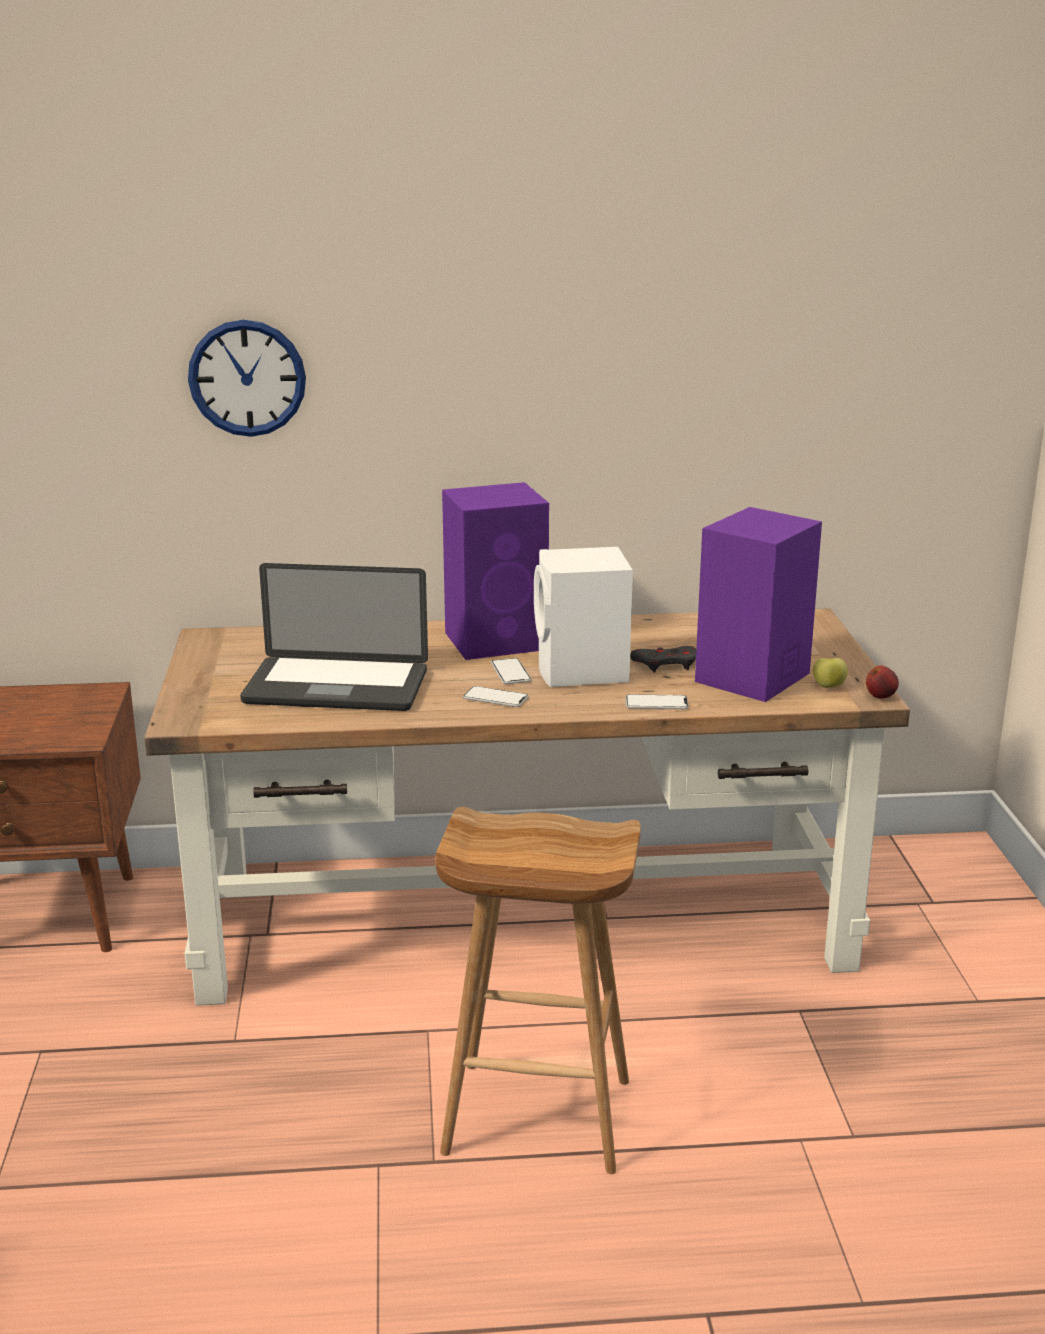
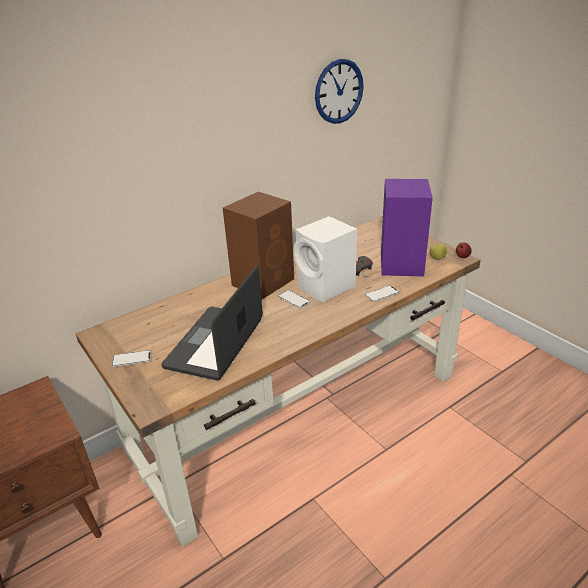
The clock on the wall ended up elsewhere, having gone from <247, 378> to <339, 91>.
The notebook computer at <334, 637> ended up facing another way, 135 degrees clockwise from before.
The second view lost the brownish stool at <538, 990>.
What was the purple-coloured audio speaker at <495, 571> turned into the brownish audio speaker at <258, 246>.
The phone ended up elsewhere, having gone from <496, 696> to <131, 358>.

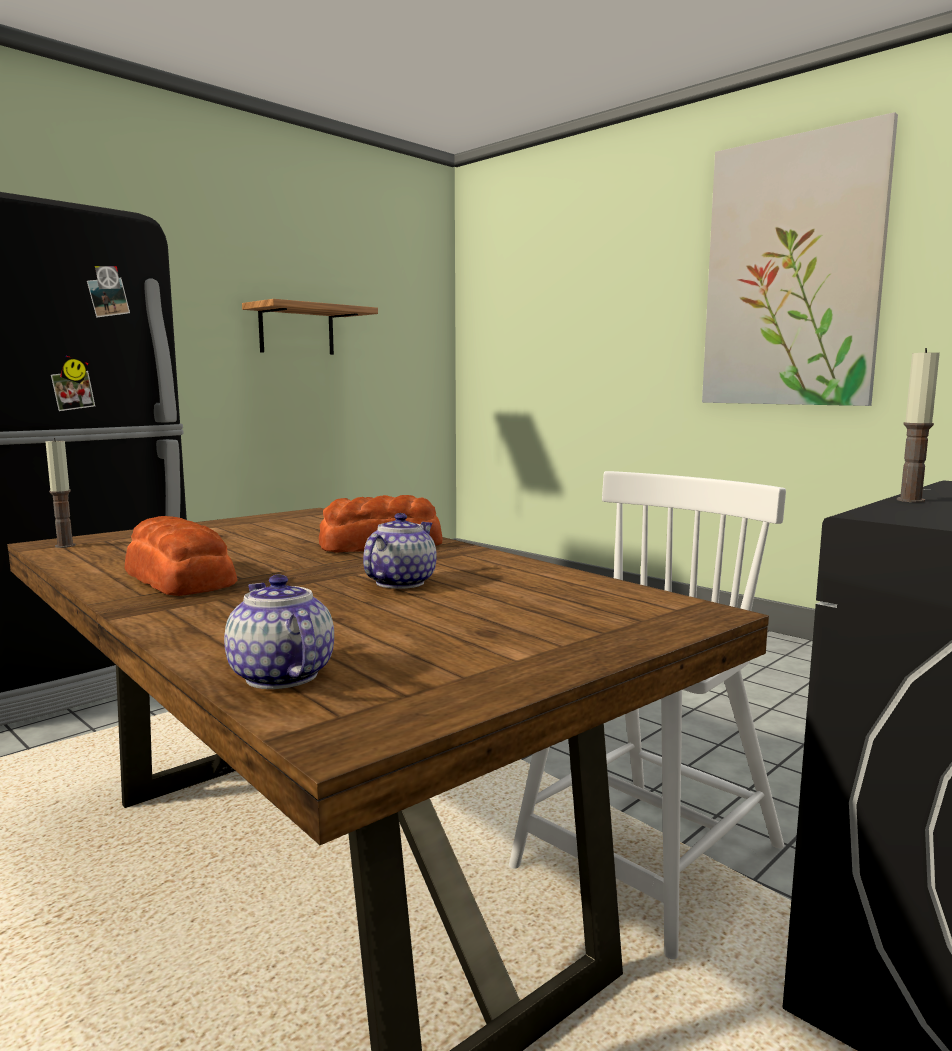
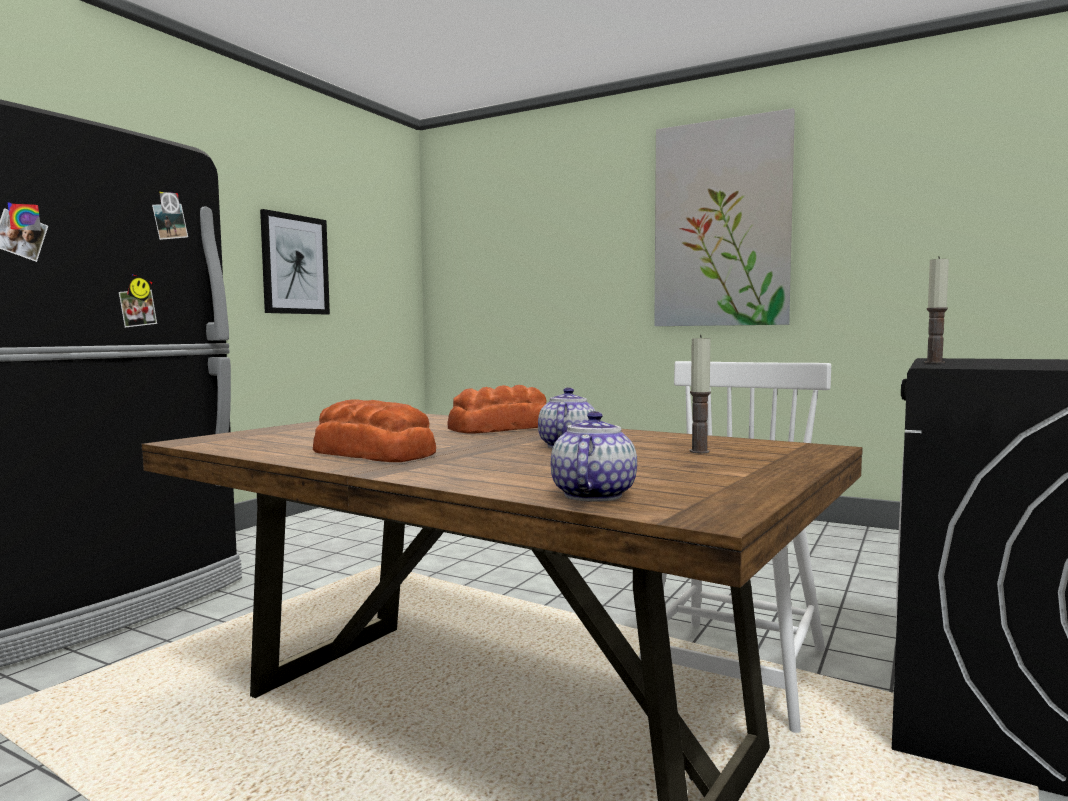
The wax candle ended up elsewhere, having gone from <60, 493> to <700, 394>.
The tea pot at <279, 631> ended up facing another way, 60 degrees clockwise from before.
Where the bracket shelf hung at <310, 327>, the wall picture came to hang at <295, 261>.

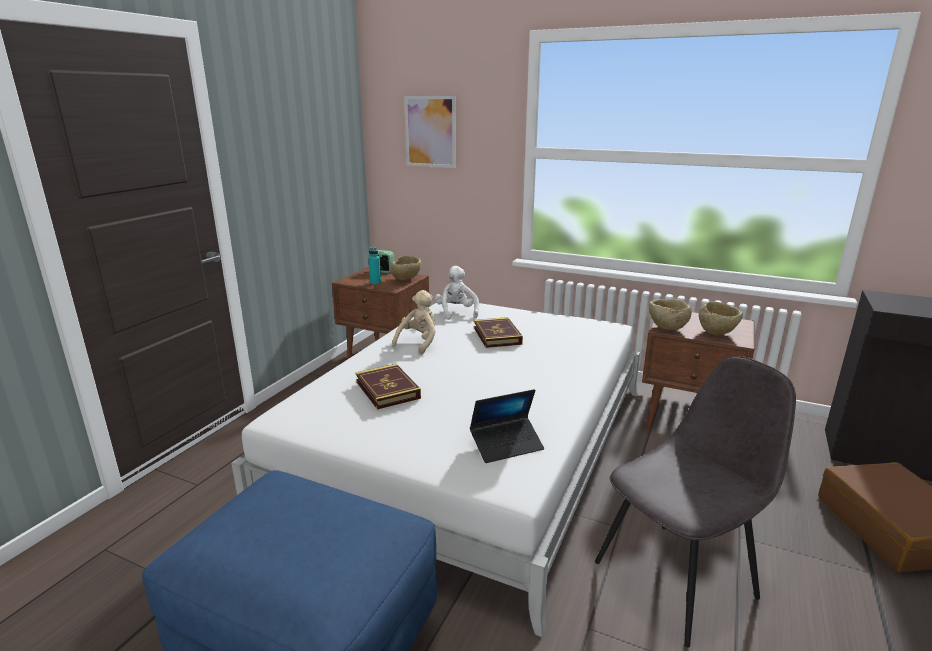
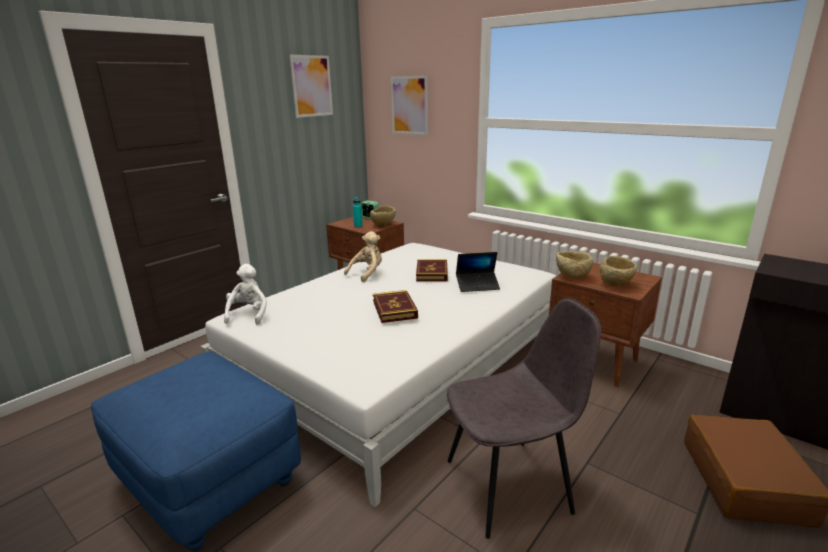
The volume ended up elsewhere, having gone from <388, 387> to <395, 306>.
The whitish plush toy ended up elsewhere, having gone from <457, 293> to <245, 294>.
The notebook computer ended up elsewhere, having gone from <507, 426> to <478, 272>.
The second view gained the wall picture at <311, 86>.

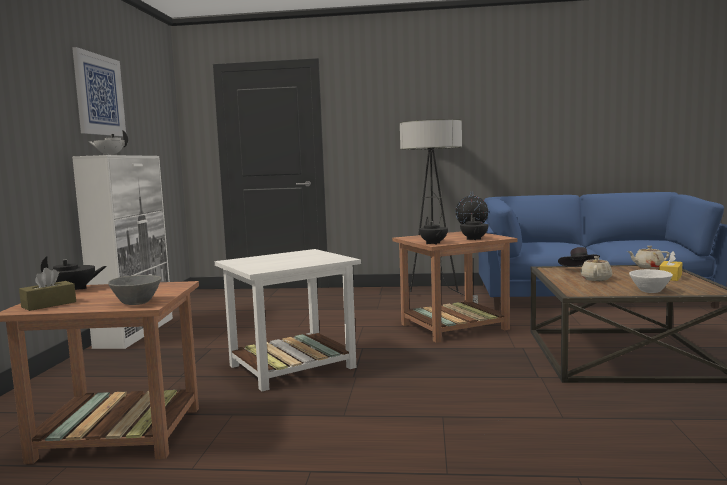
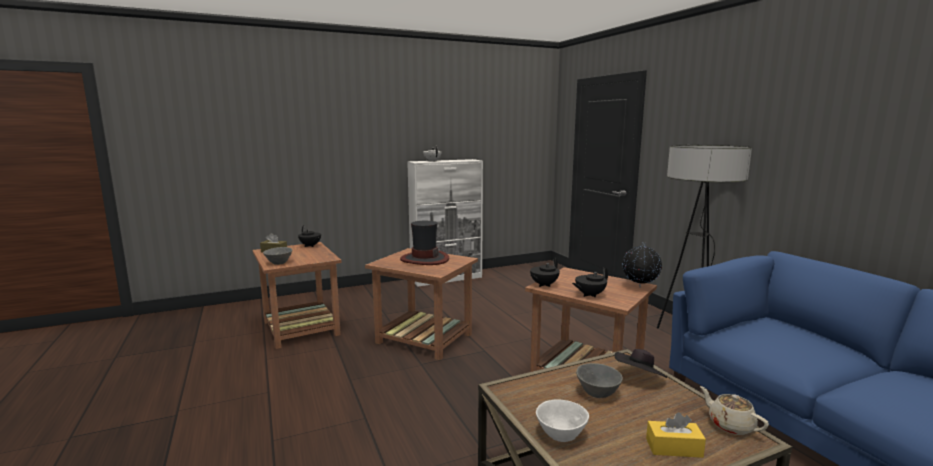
The second view lost the wall picture at <99, 92>.
What was the whitish end table at <288, 320> turned into the brownish end table at <421, 304>.
Where the sand-coloured tea pot stood at <596, 268>, the greyish deep dish came to stand at <599, 380>.
The second view gained the clothing hat at <424, 243>.

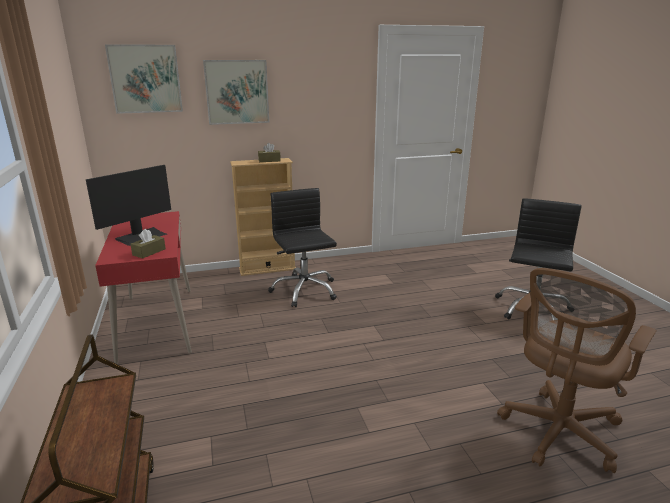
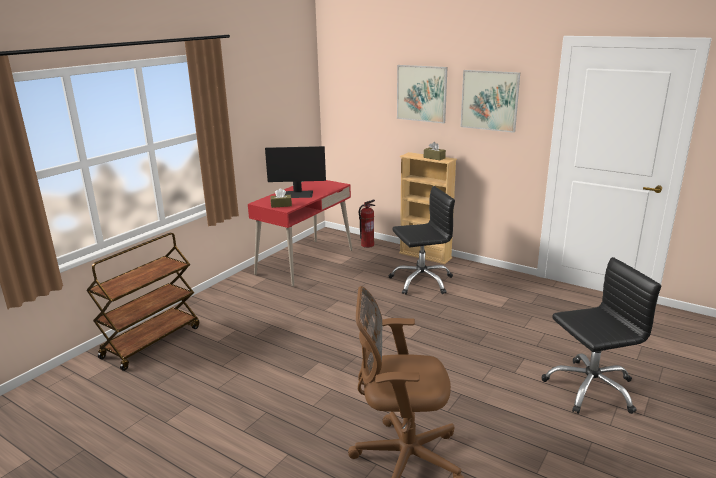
The wall picture ended up elsewhere, having gone from <144, 79> to <490, 101>.
The black-coloured computer chair at <302, 247> ended up facing another way, 45 degrees clockwise from before.
The second view gained the fire extinguisher at <367, 223>.

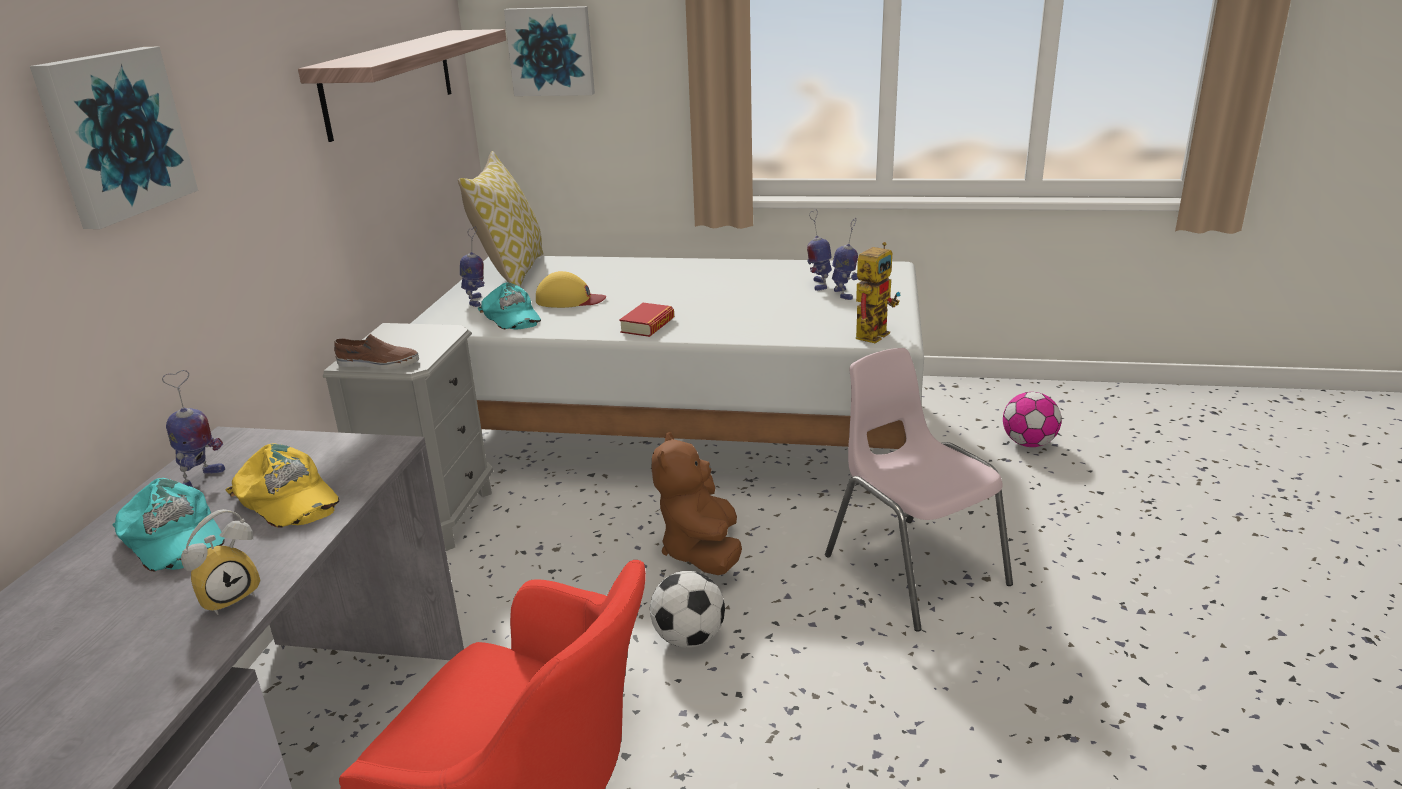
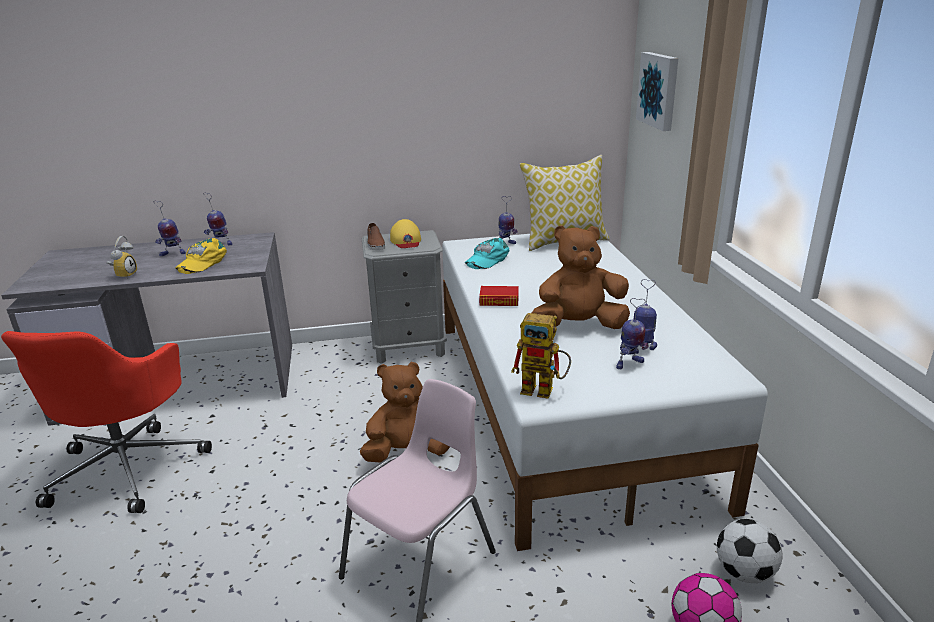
The second view lost the wall picture at <114, 138>.
Where the turquoise cap stood at <168, 524>, the model robot came to stand at <170, 228>.
The alarm clock at <221, 562> ended up facing another way, 105 degrees counterclockwise from before.
The second view lost the bracket shelf at <402, 85>.
The yellow cap ended up elsewhere, having gone from <571, 289> to <405, 233>.
The ball for football ended up elsewhere, having gone from <687, 609> to <749, 551>.
The second view gained the brownish plush toy at <581, 277>.

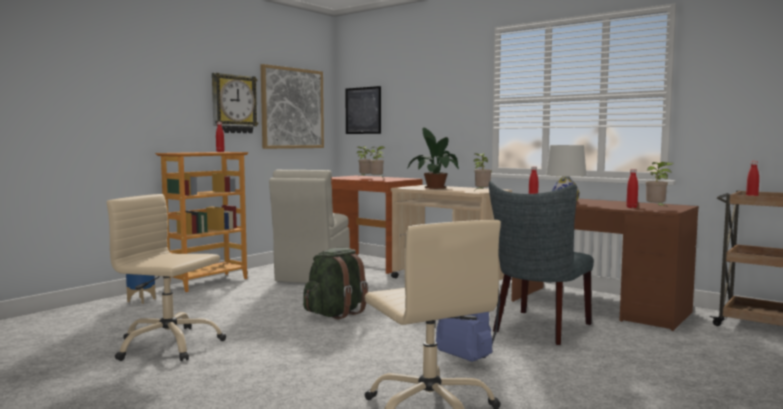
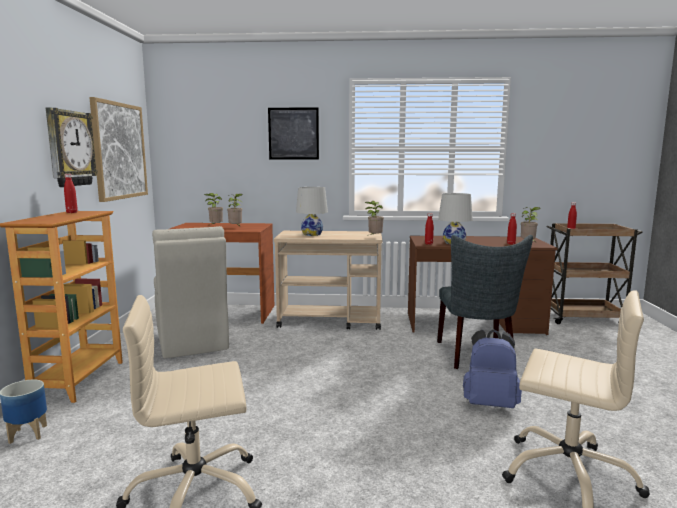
The second view lost the green rucksack at <335, 283>.
The wall picture ended up elsewhere, having gone from <363, 110> to <293, 133>.
Where the plant in a pot stood at <433, 158>, the whitish tabletop lamp came to stand at <312, 211>.

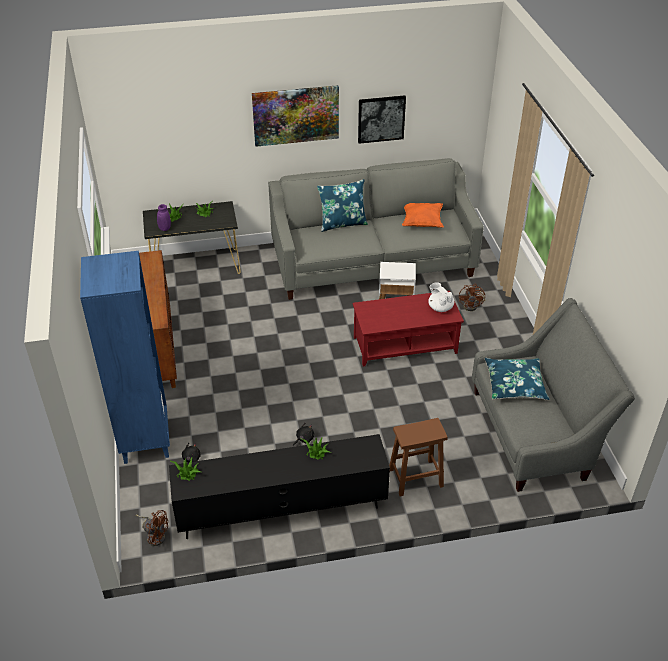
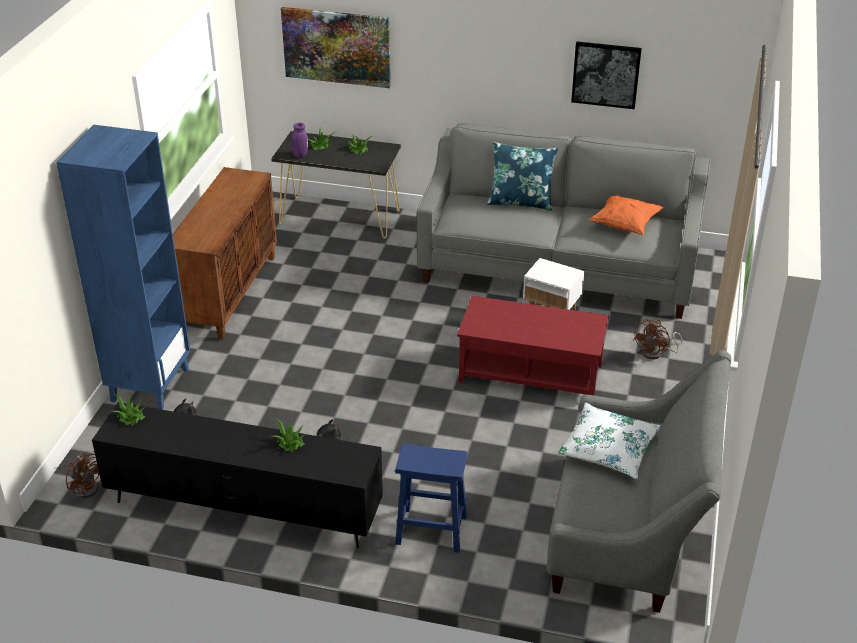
The wall picture ended up elsewhere, having gone from <295, 116> to <336, 47>.
What was the brownish stool at <418, 457> turned into the blue-coloured stool at <431, 498>.
The second view lost the whitish tea pot at <441, 297>.
What was the blue-coloured pillow at <517, 379> turned into the whitish pillow at <609, 441>.

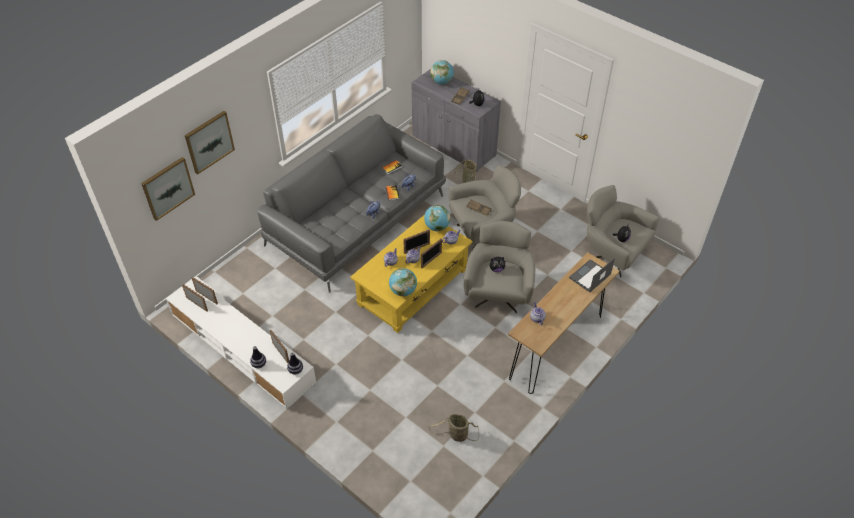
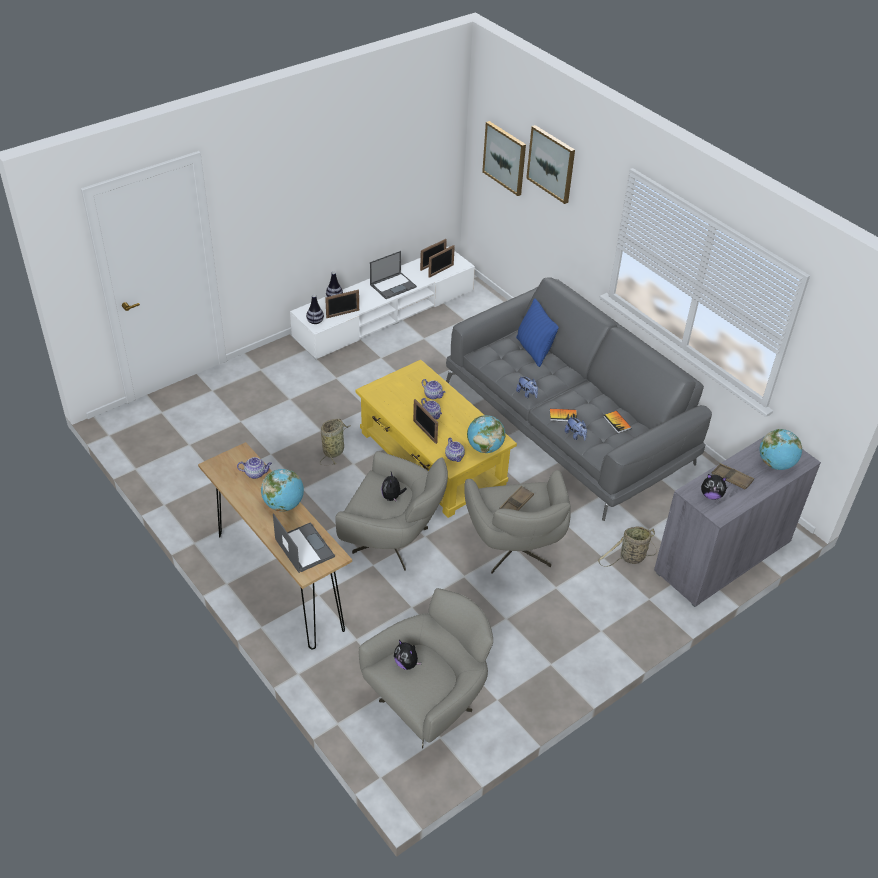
The globe ended up elsewhere, having gone from <403, 282> to <282, 490>.
The second view lost the photo frame at <416, 241>.
The basket ended up elsewhere, having gone from <454, 428> to <335, 442>.
The second view gained the notebook computer at <393, 275>.
The second view gained the blue-coloured pillow at <537, 332>.

